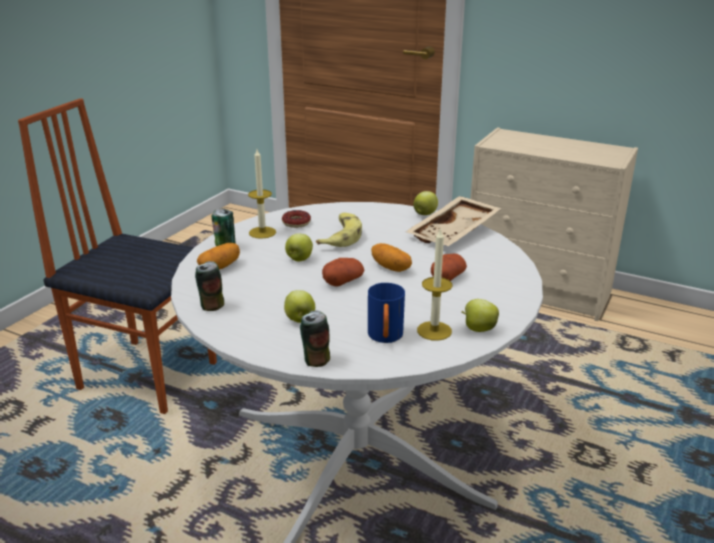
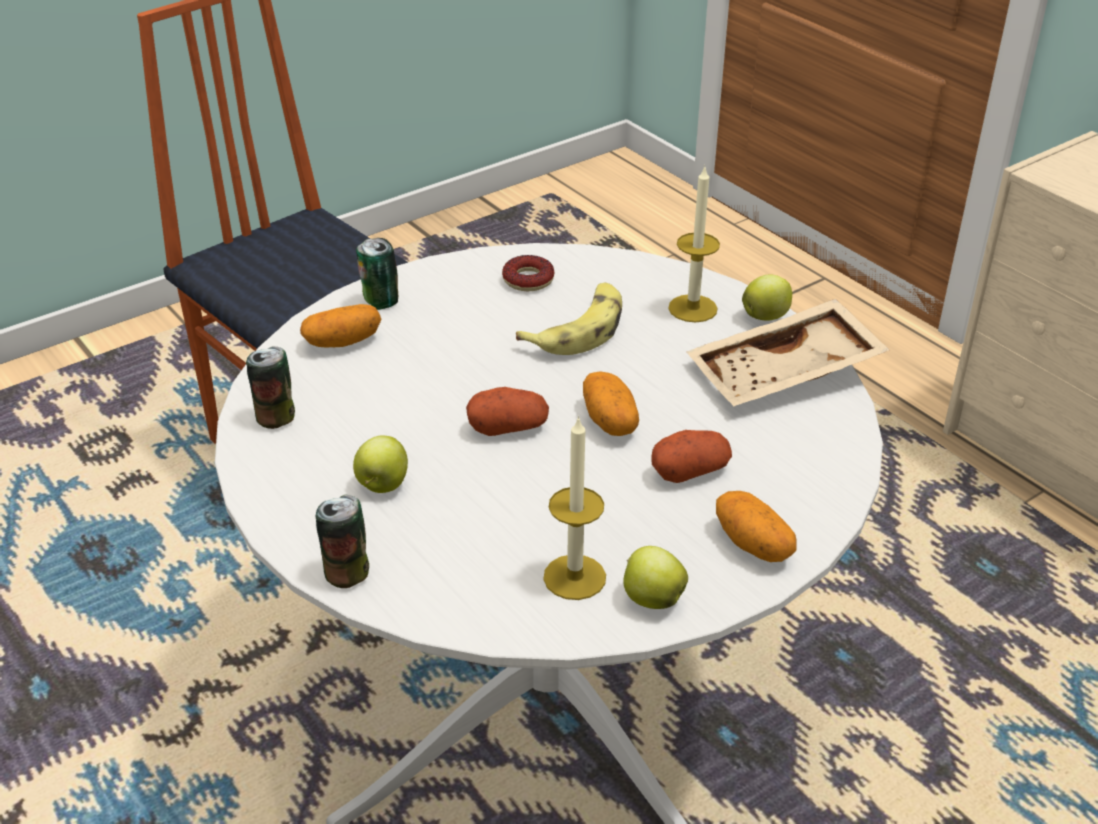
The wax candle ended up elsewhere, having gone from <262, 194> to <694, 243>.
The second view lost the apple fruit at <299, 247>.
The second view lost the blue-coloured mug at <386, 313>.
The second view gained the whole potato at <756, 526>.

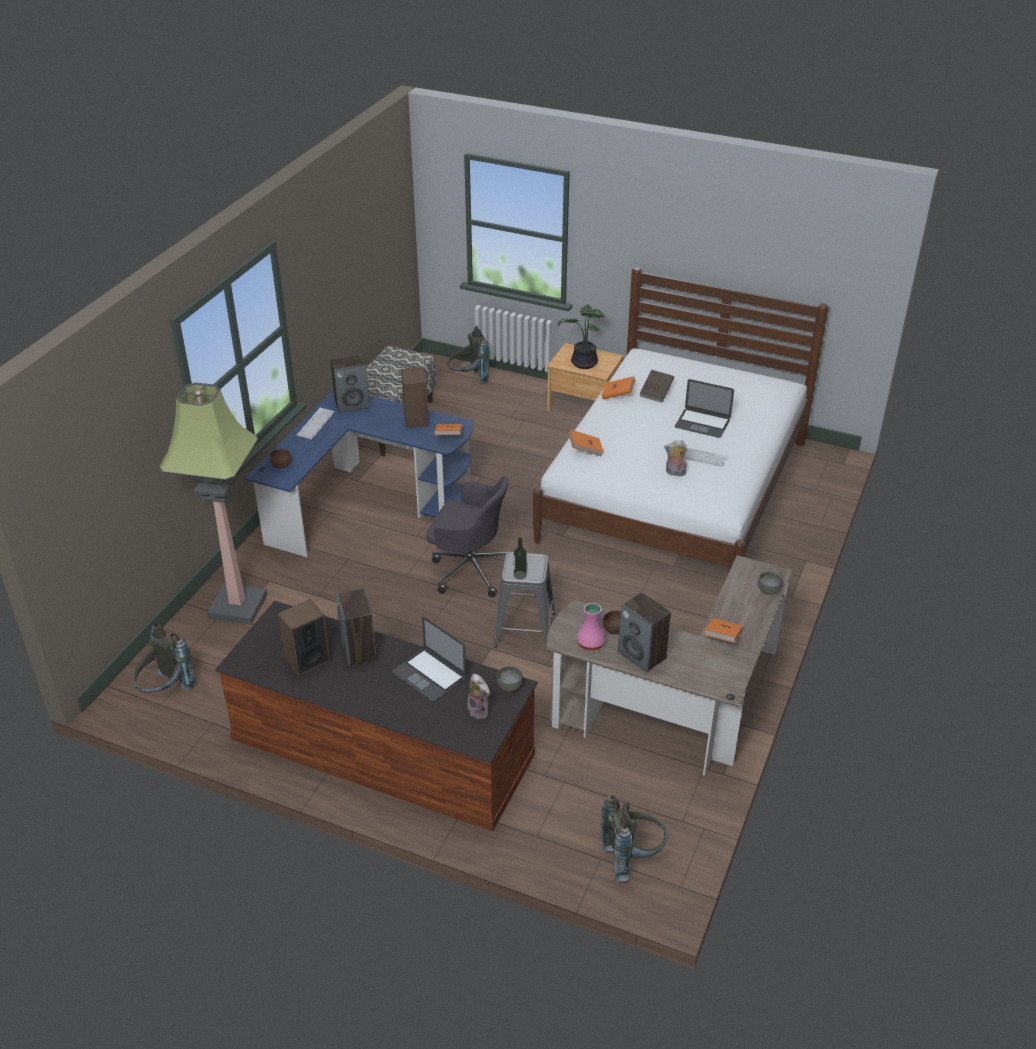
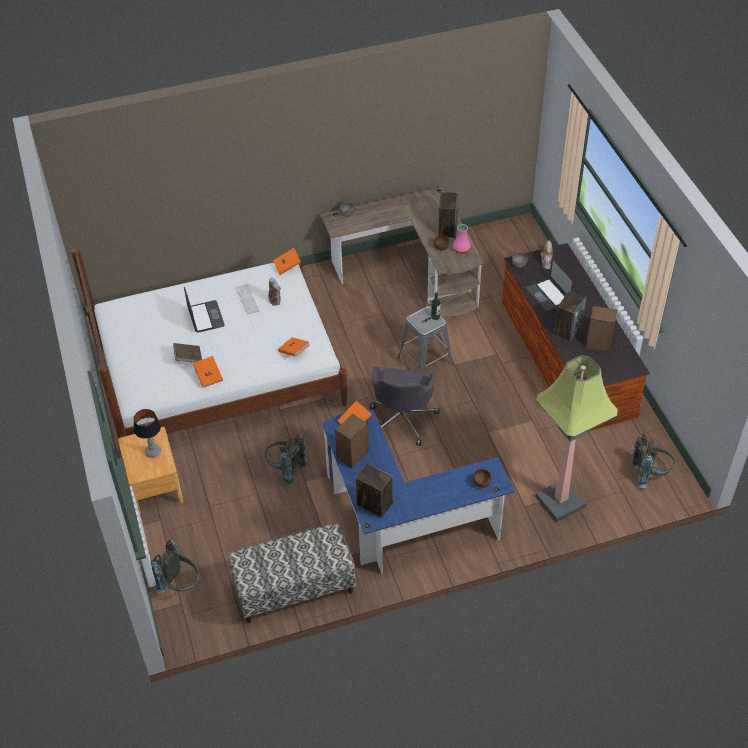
The second view lost the PC keyboard at <316, 424>.
The notebook computer at <429, 658> ended up facing another way, 150 degrees clockwise from before.
The greyish computer chair at <467, 536> ended up facing another way, 150 degrees counterclockwise from before.
Where the plant in a pot stood at <581, 336>, the tabletop lamp came to stand at <147, 433>.
The greyish rucksack ended up elsewhere, having gone from <634, 838> to <286, 459>.
The orange-coloured volume ended up elsewhere, having gone from <723, 630> to <287, 261>.

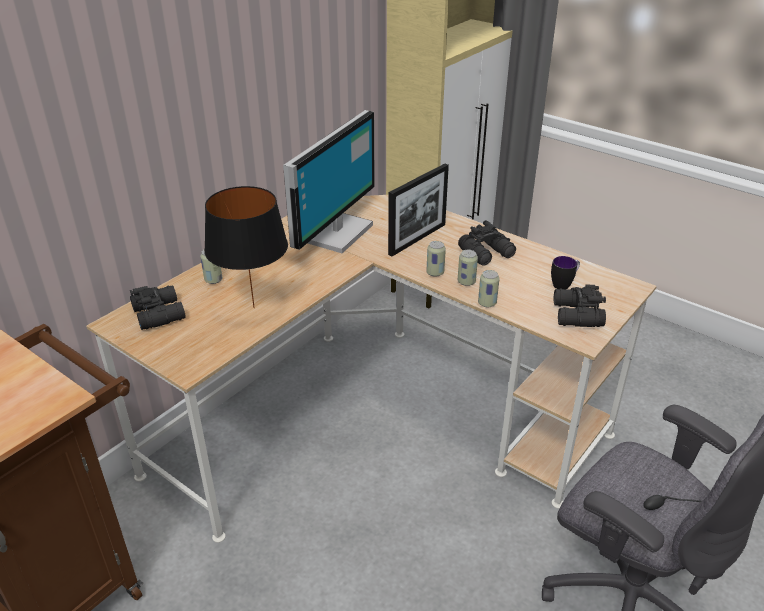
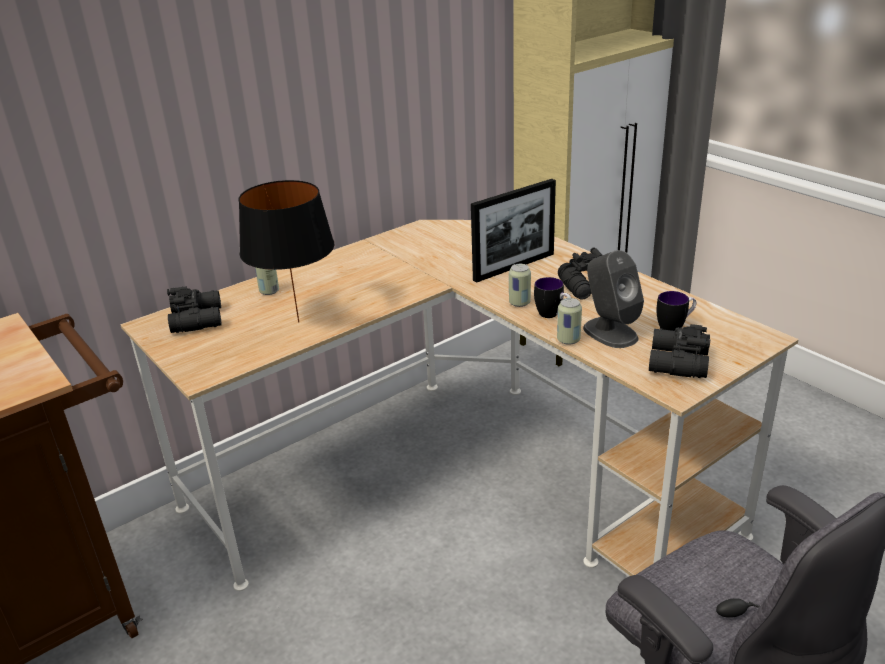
The second view lost the monitor at <329, 181>.
Where the sealed can stood at <468, 268>, the mug came to stand at <552, 297>.
The second view gained the greyish audio speaker at <613, 299>.

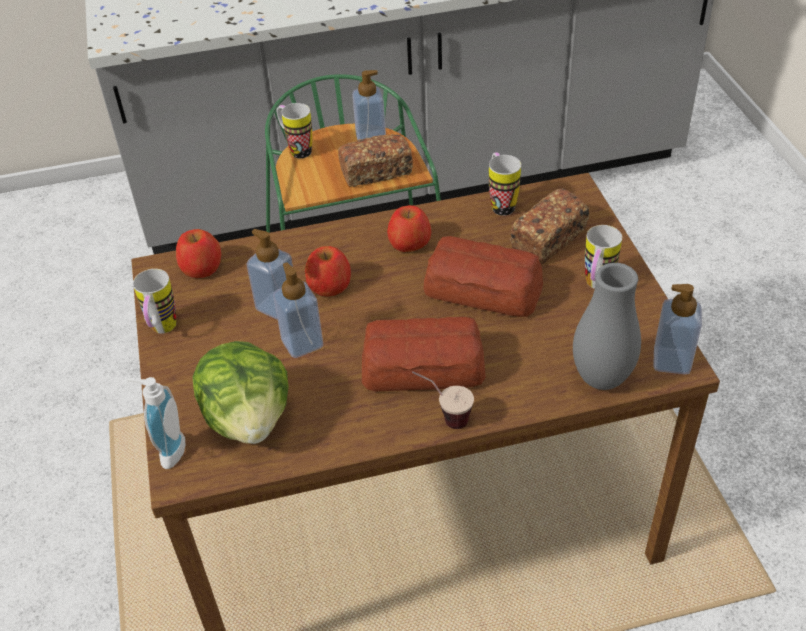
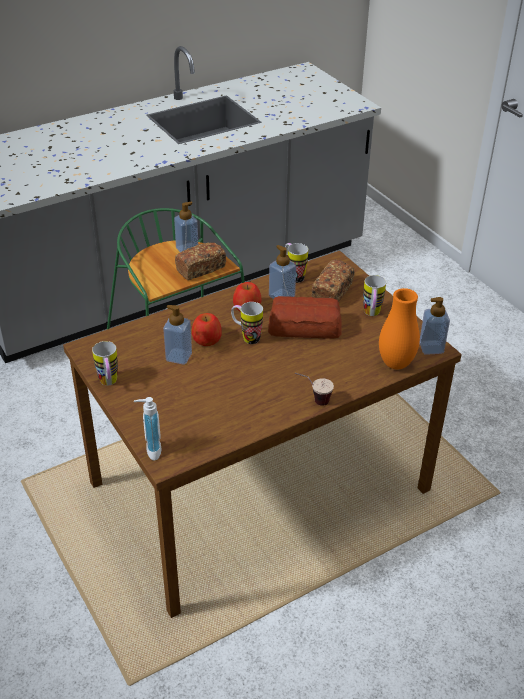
The second view lost the apple fruit at <198, 253>.
The second view lost the lettuce head at <241, 392>.
The liquid soap bottle ended up elsewhere, having gone from <298, 310> to <282, 272>.
The mug ended up elsewhere, having gone from <294, 130> to <247, 323>.
The second view lost the baked bread at <424, 354>.
What was the greyish vase at <607, 326> turned into the orange-coloured vase at <399, 328>.

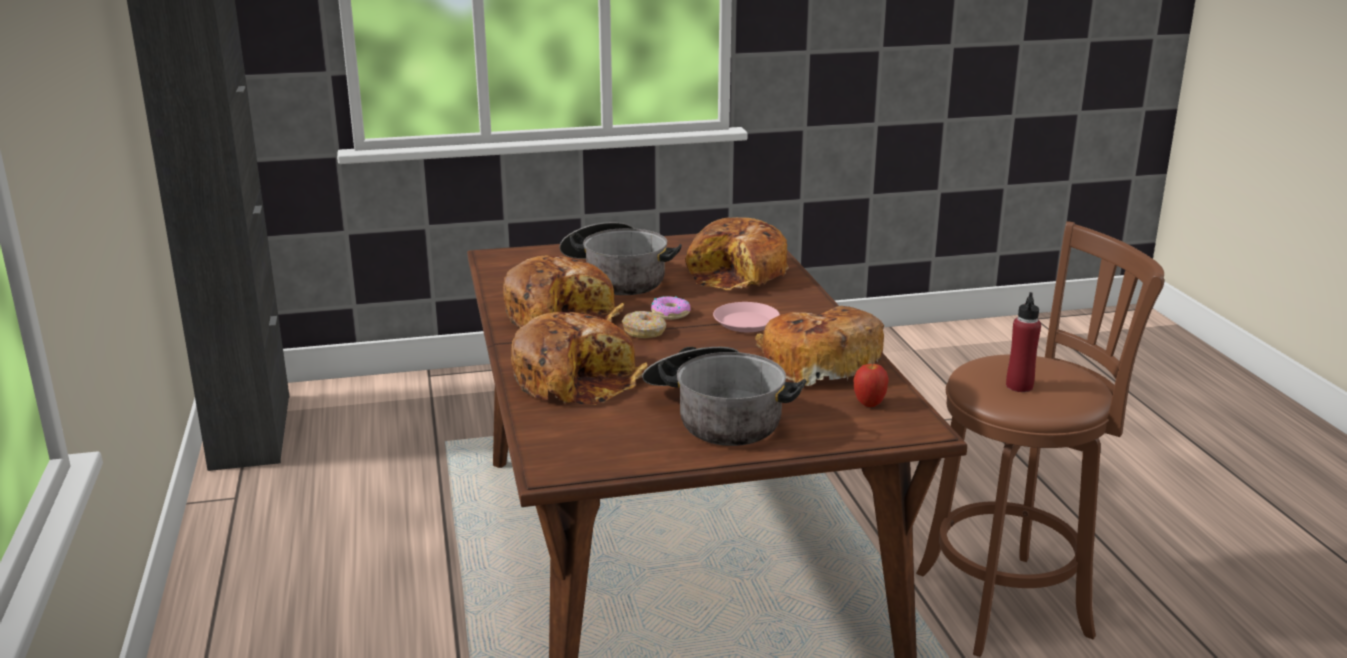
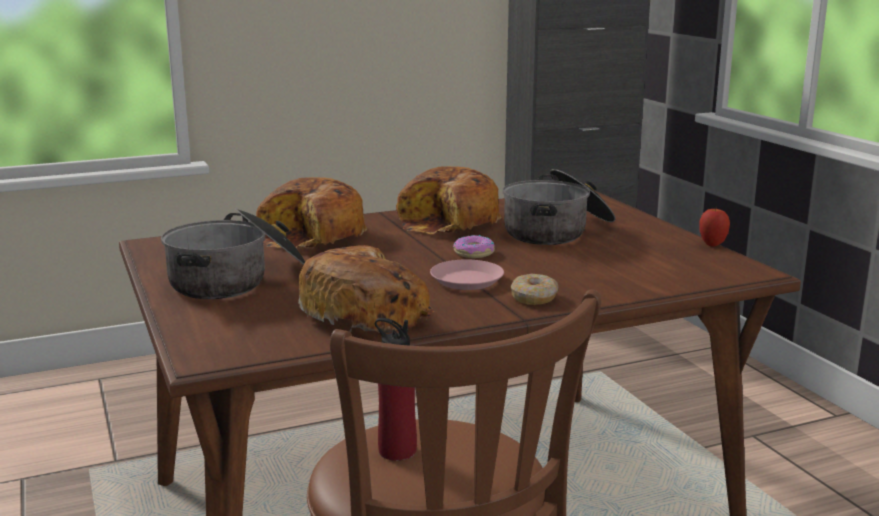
The doughnut ended up elsewhere, having gone from <644, 324> to <534, 289>.
The second view lost the baked bread at <737, 253>.
The apple fruit ended up elsewhere, having gone from <871, 385> to <714, 228>.

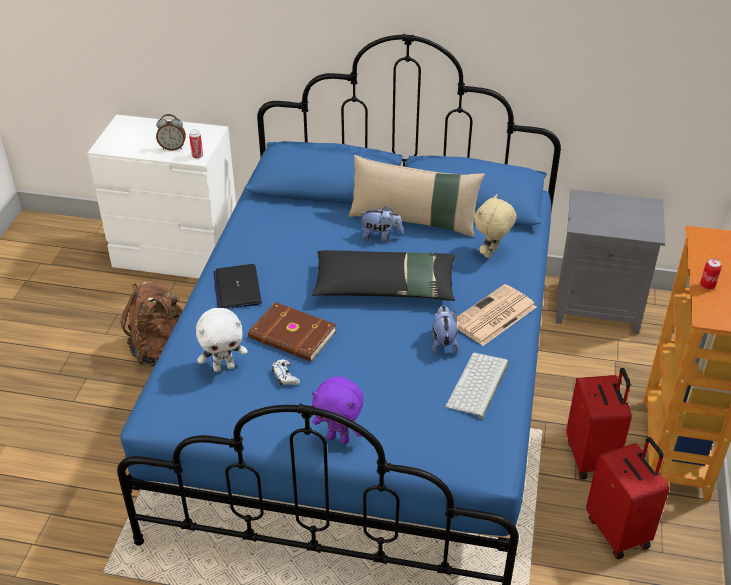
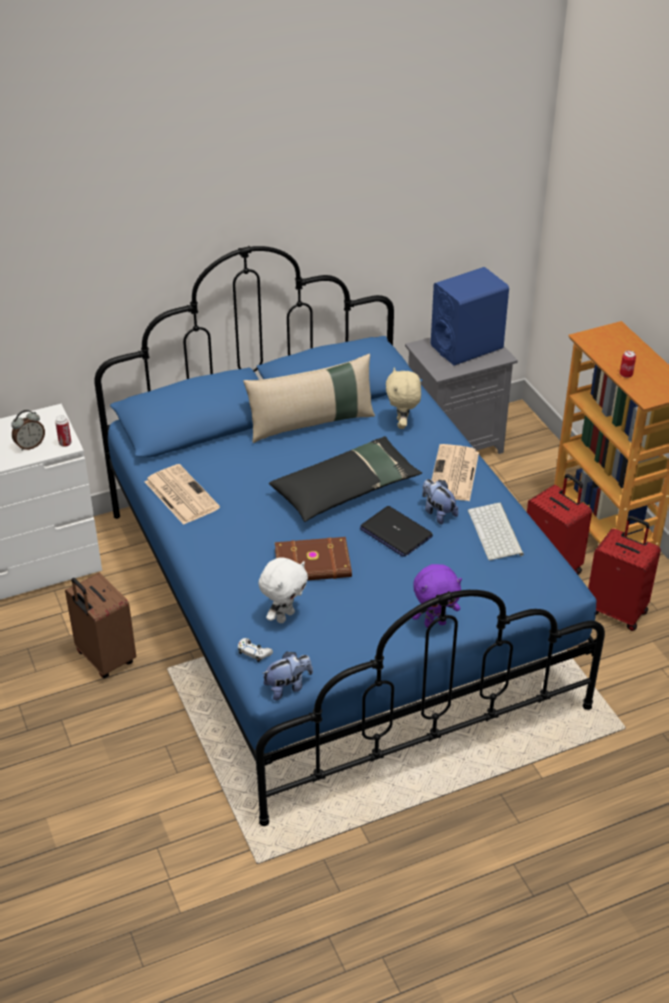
Where the brownish rucksack stood at <151, 323>, the brownish suitcase came to stand at <100, 625>.
The notebook computer ended up elsewhere, having gone from <237, 286> to <396, 531>.
The whitish gamepad ended up elsewhere, having gone from <286, 372> to <255, 650>.
The plush toy ended up elsewhere, having gone from <381, 224> to <287, 676>.
The second view gained the daily paper at <182, 494>.
The second view gained the blue-coloured audio speaker at <470, 316>.

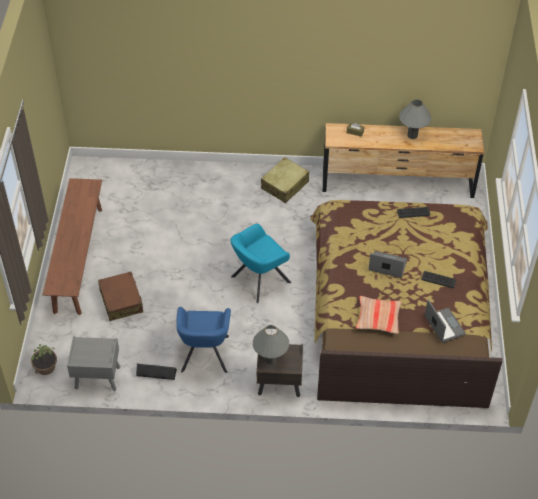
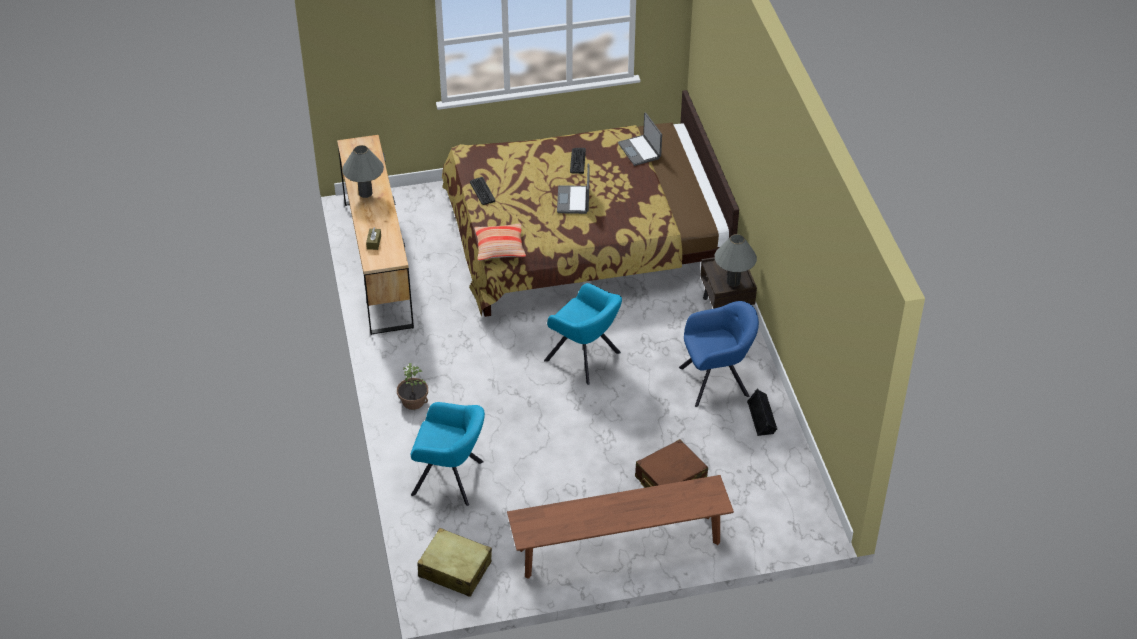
The plant in a pot ended up elsewhere, having gone from <44, 359> to <412, 386>.
The second view lost the greyish night table at <93, 363>.
The sand-coloured suitcase ended up elsewhere, having gone from <285, 180> to <454, 562>.
The pillow ended up elsewhere, having gone from <379, 315> to <500, 242>.
The notebook computer at <445, 321> ended up facing another way, 75 degrees counterclockwise from before.
The second view gained the turquoise lounge chair at <448, 454>.

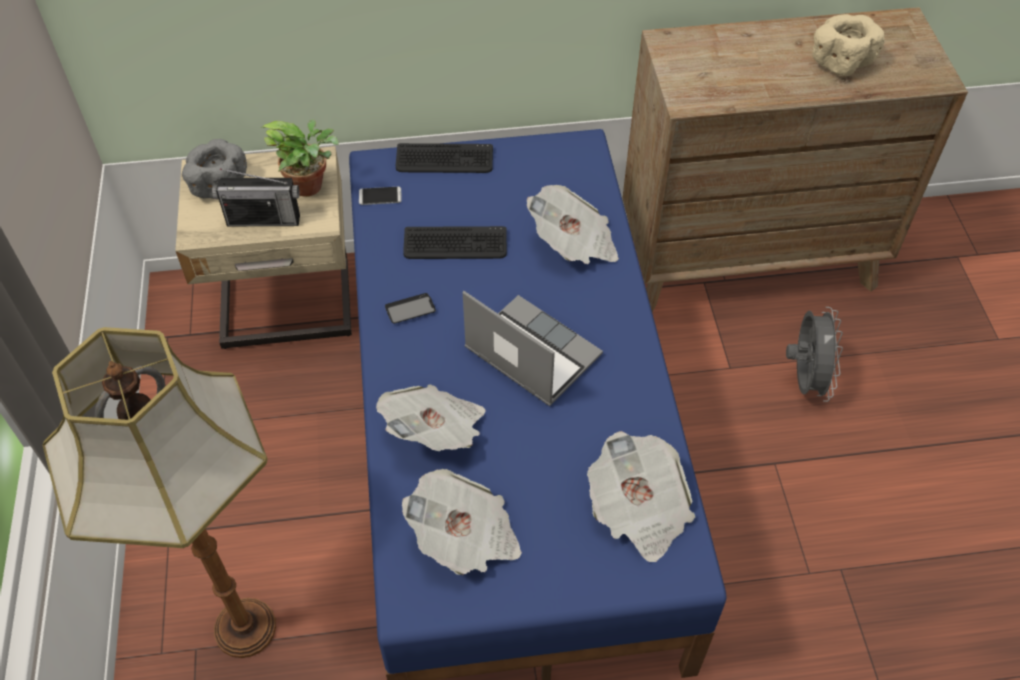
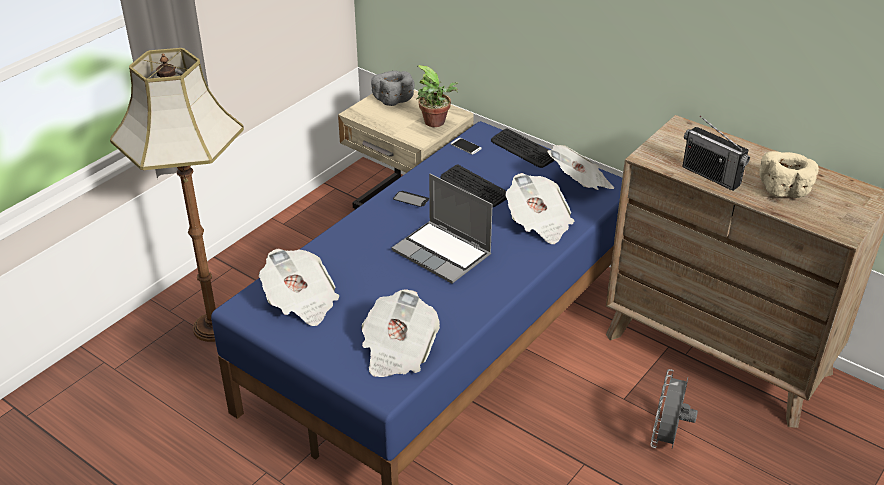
The radio set ended up elsewhere, having gone from <256, 197> to <716, 153>.
The daily paper ended up elsewhere, having gone from <431, 417> to <581, 167>.
The notebook computer at <533, 348> ended up facing another way, 135 degrees clockwise from before.
The greyish fan at <814, 354> ended up facing another way, 150 degrees clockwise from before.

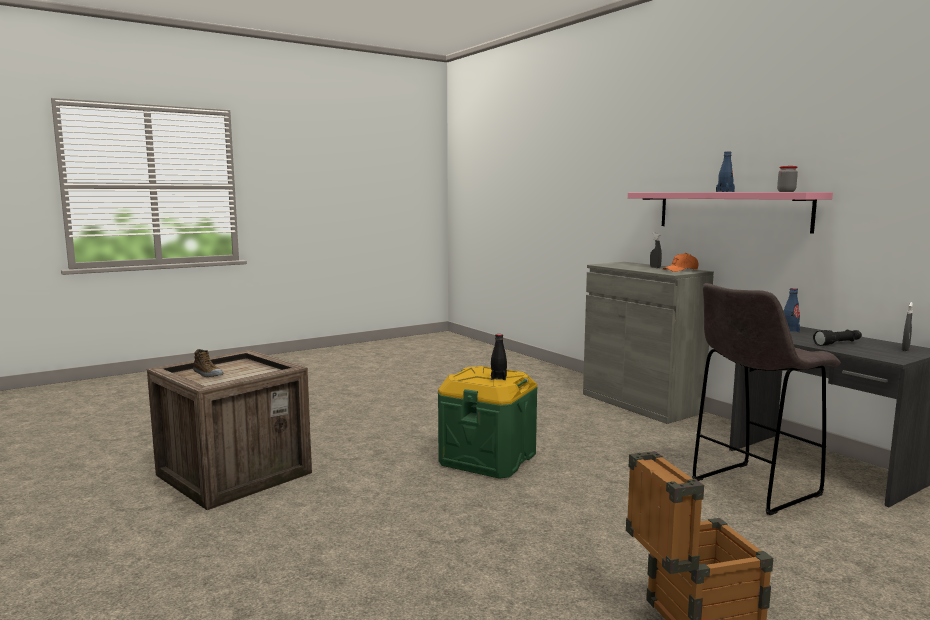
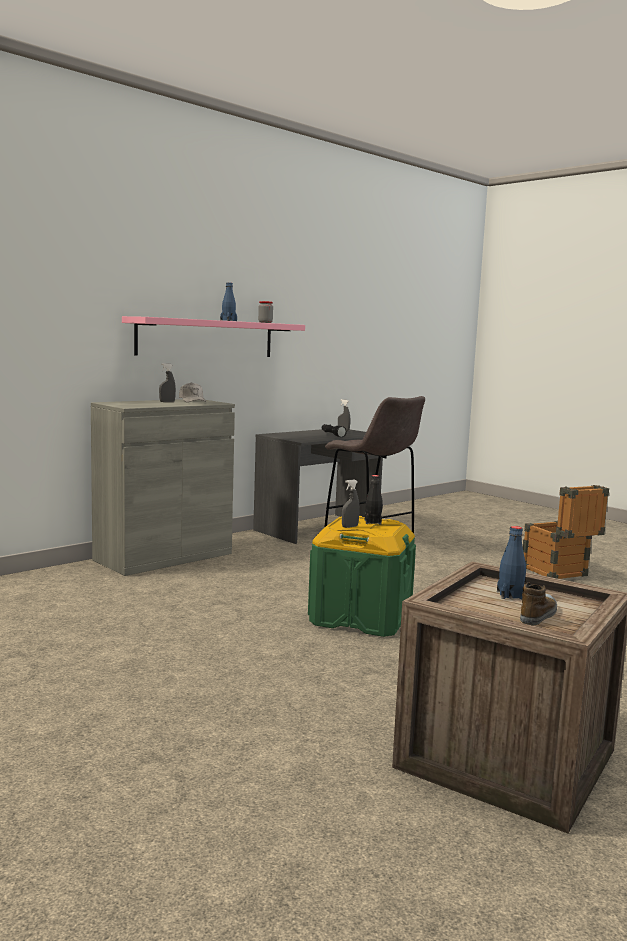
What was the orange-coloured cap at <681, 262> turned into the whitish cap at <192, 392>.
The blue-coloured beverage bottle ended up elsewhere, having gone from <792, 310> to <511, 562>.
The second view gained the greyish sprayer at <350, 504>.

